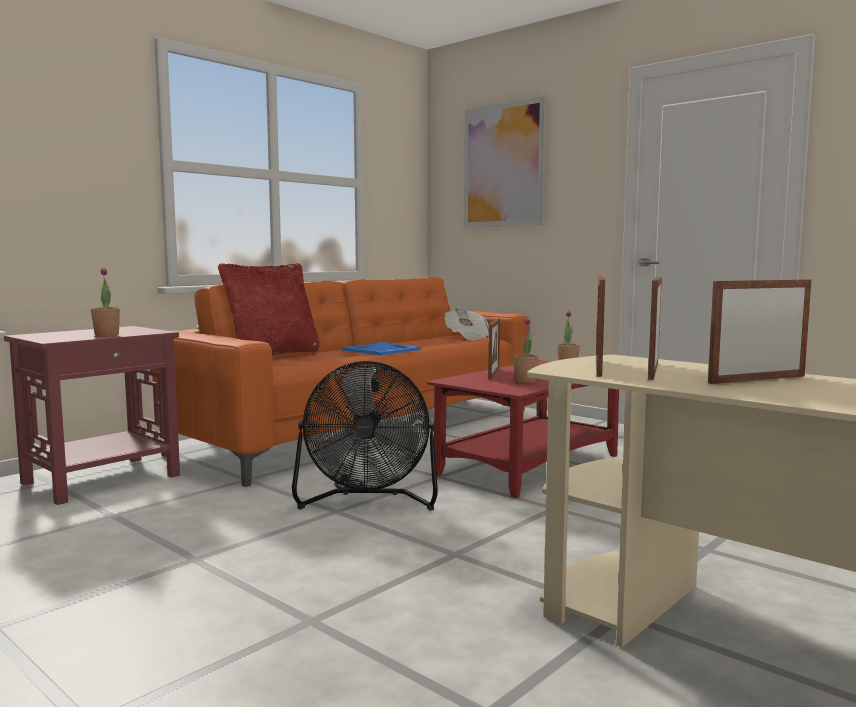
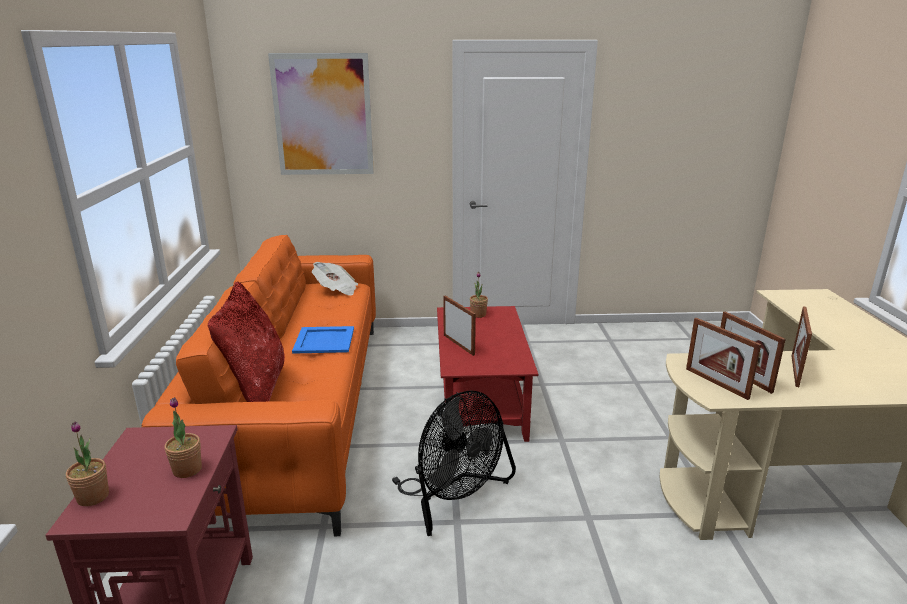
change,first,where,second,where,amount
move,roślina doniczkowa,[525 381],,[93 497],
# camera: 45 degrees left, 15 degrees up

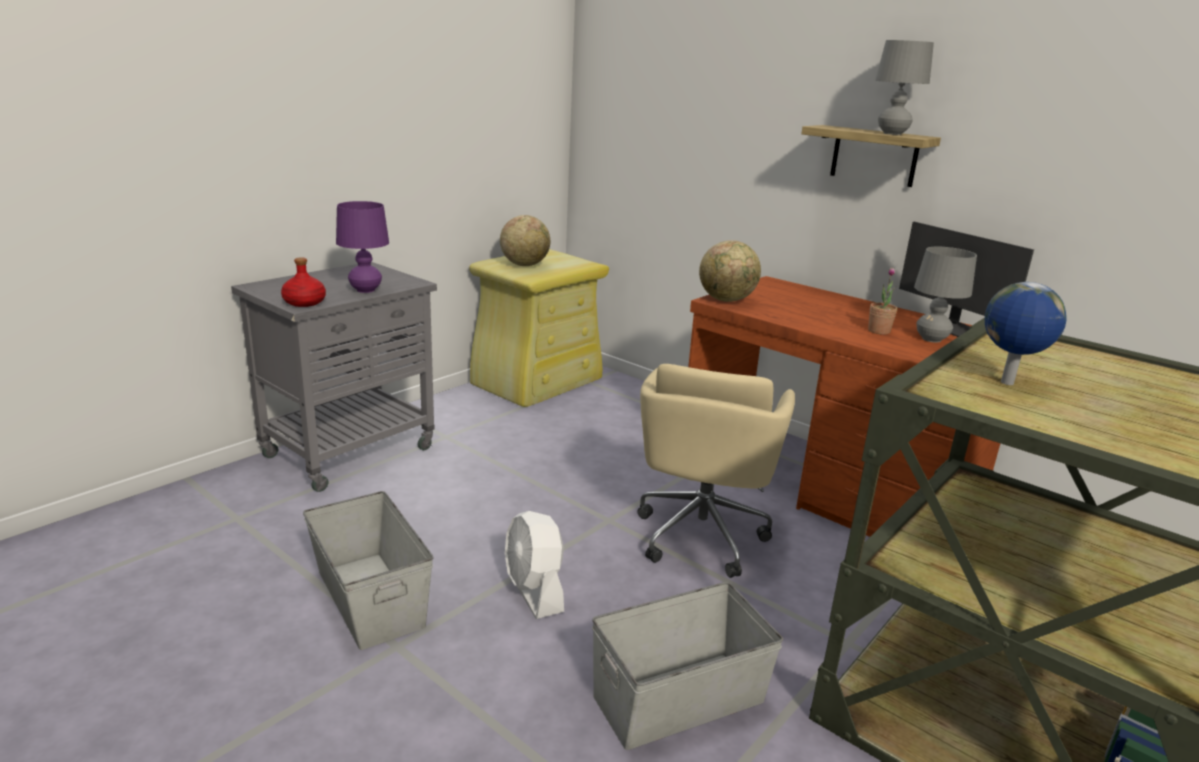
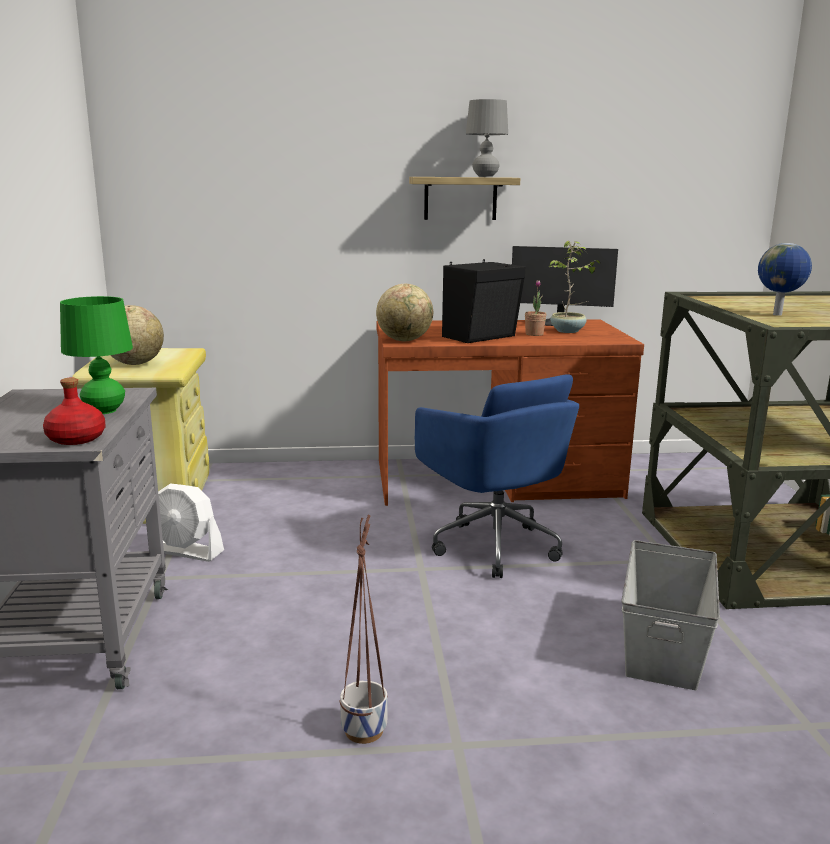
change,first,where,second,where,amount
recolor,lampa stołowa [fioletowy],[365 290],lampa stołowa [zielony],[104 411],
move,wentylator [biały],[534 591],,[186 551],
replace,pojemnik do przechowywania [szary],[371 597],donica,[363 730],
recolor,krzesło biurowe [beżowy],[701 534],krzesło biurowe [niebieski],[491 545],
insert,,,głośnik [czarny],[482 337],
replace,lampa stołowa [szary],[931 339],roślina doniczkowa,[568 331],
# camera: 45 degrees left, 5 degrees down

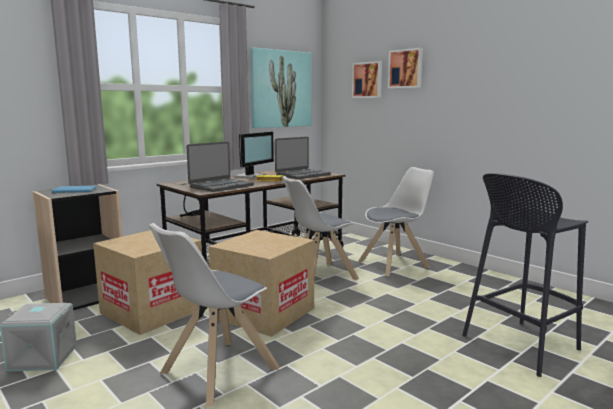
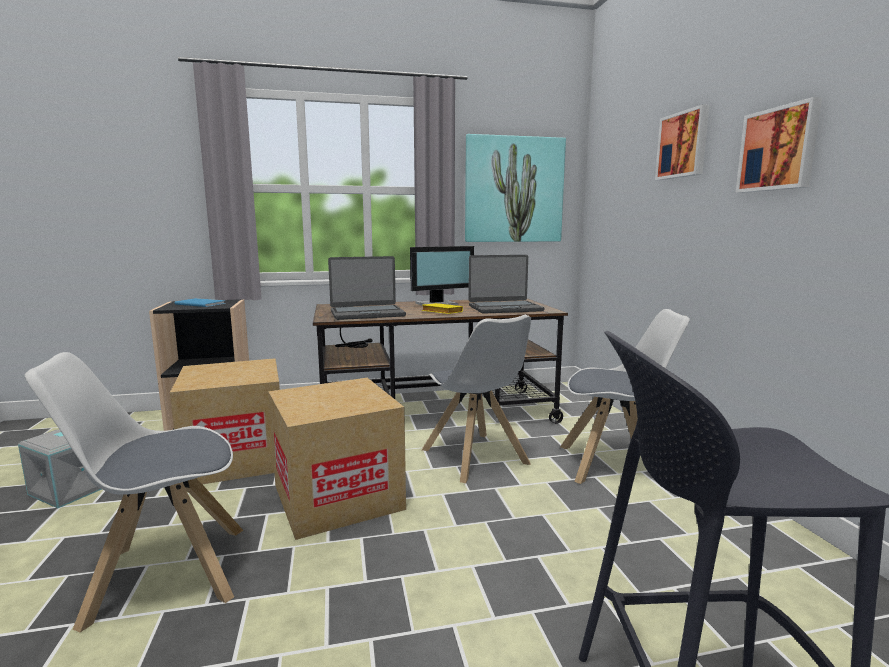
change,first,where,second,where,amount
rotate,krzesło,[318 276],,[476 458],120 degrees counterclockwise
move,obraz,[367 80],,[779 149],
# camera: 30 degrees right, 0 degrees up

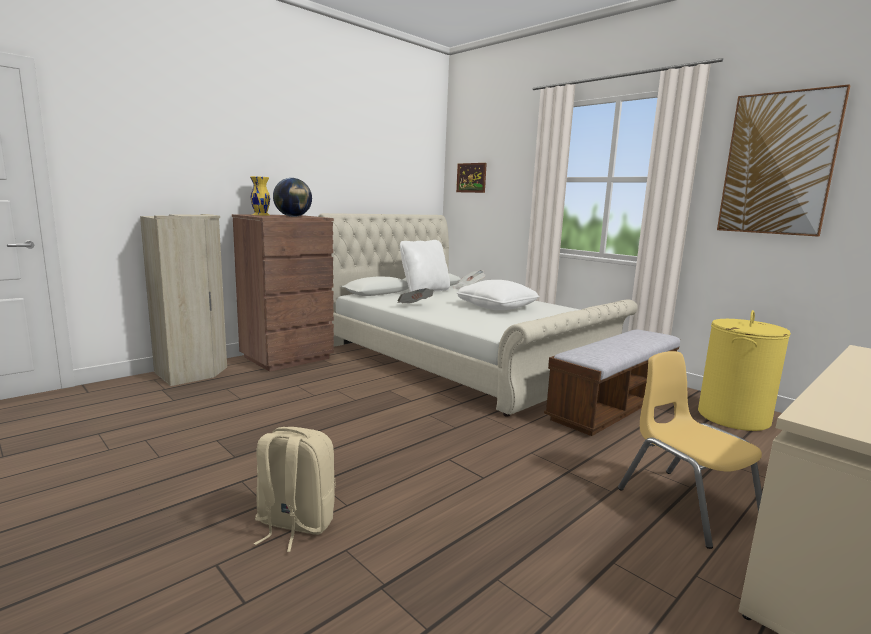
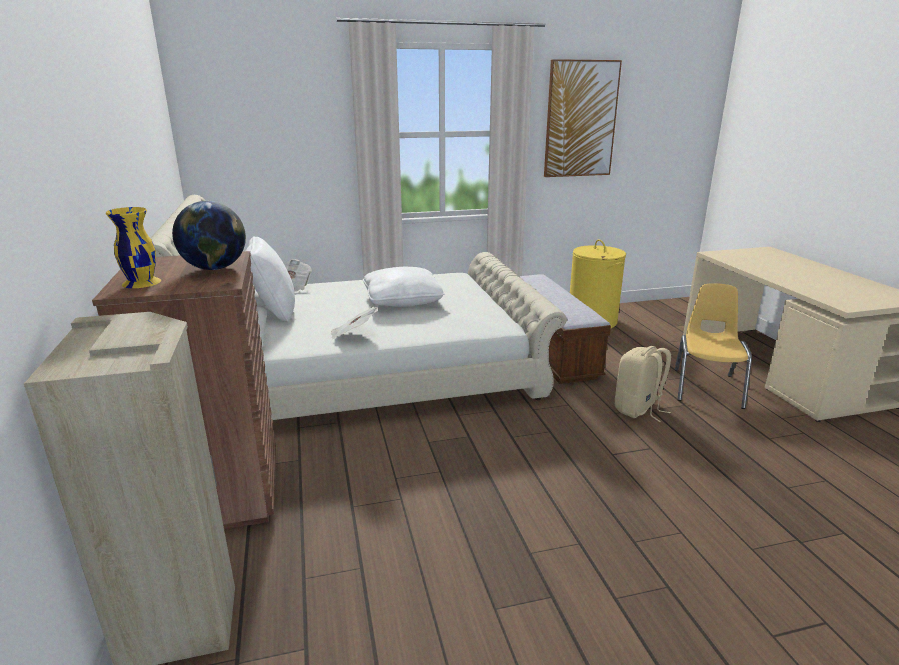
change,first,where,second,where,amount
move,plecak [beżowy],[294 524],,[638 409],
rotate,krzesło [żółty],[686 505],,[706 388],105 degrees clockwise
delete,obraz,[471 177],,,
# camera: 60 degrees left, 10 degrees up

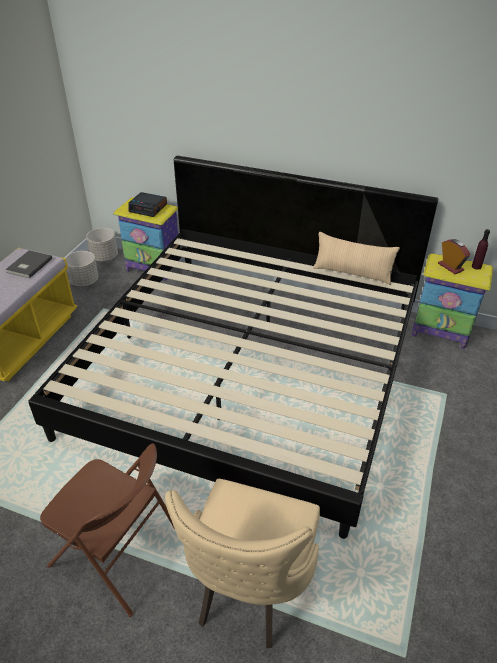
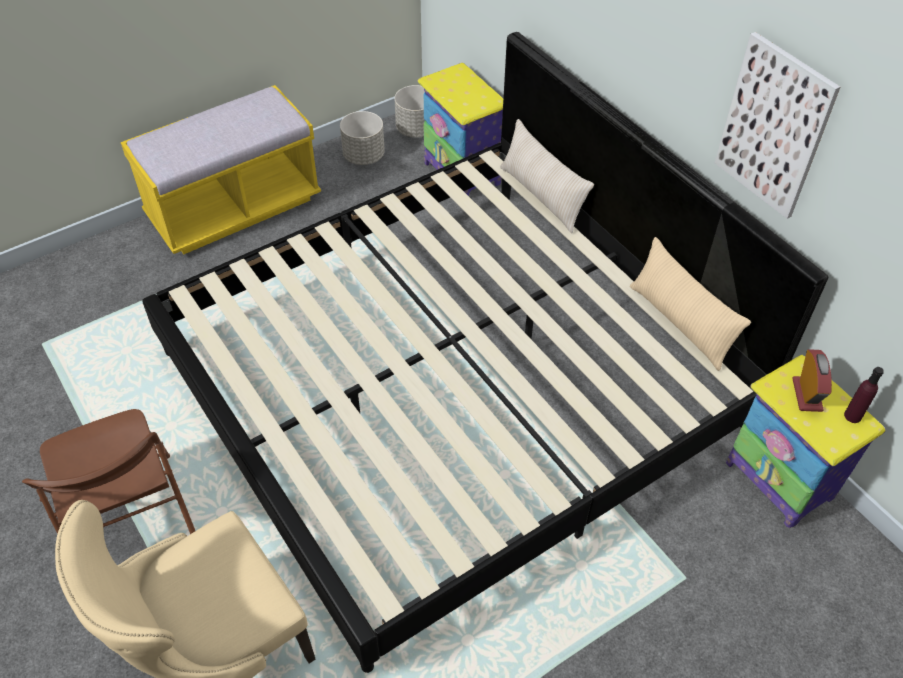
change,first,where,second,where,amount
insert,,,poduszka [beżowy],[542 196],
insert,,,obraz,[773 127],
delete,książka [szary],[28 265],,,
delete,budzik,[148 208],,,
# camera: 35 degrees right, 10 degrees up

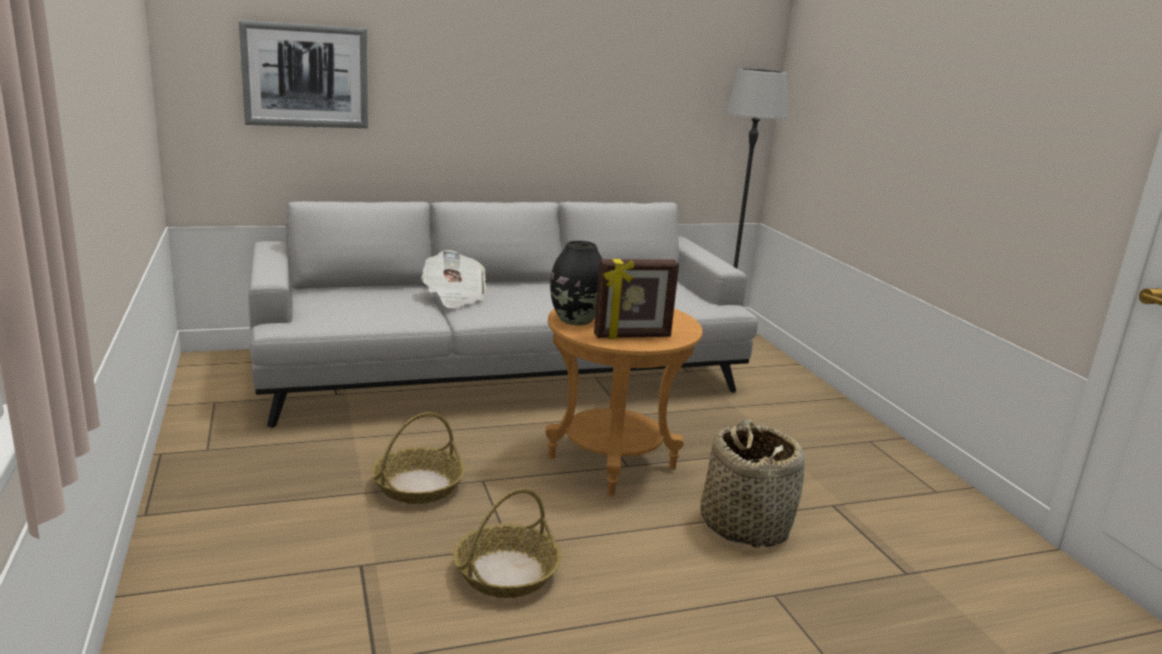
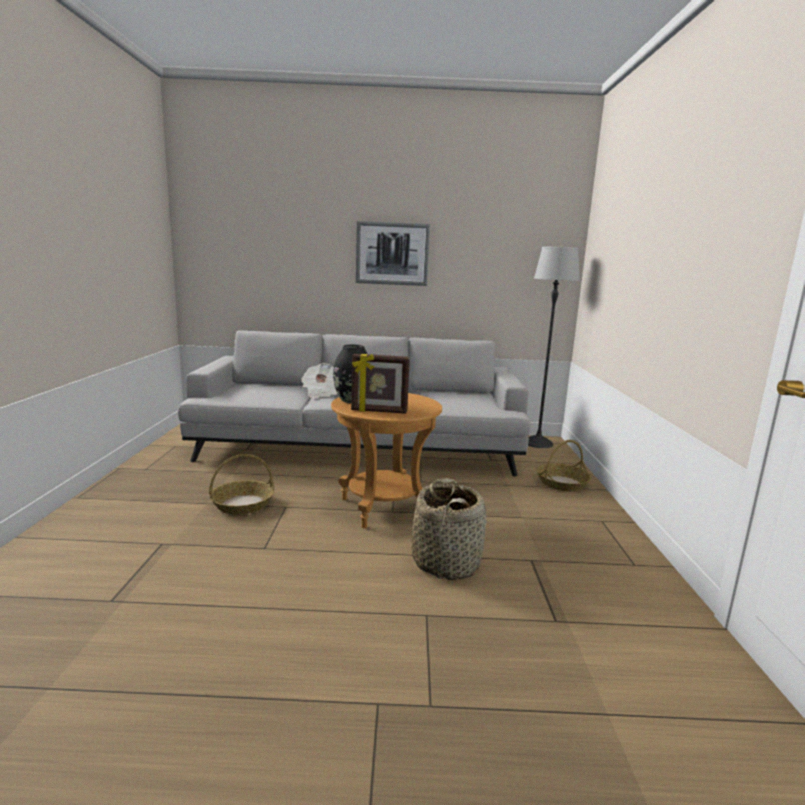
change,first,where,second,where,amount
move,obraz,[305 76],,[392 253],
move,koszyk,[506 573],,[562 483],
# camera: 20 degrees right, 5 degrees down

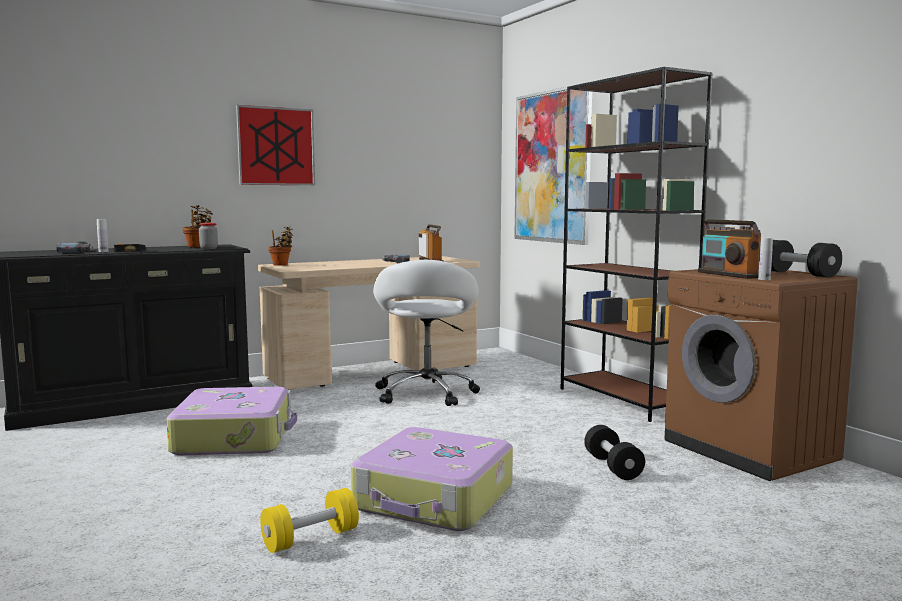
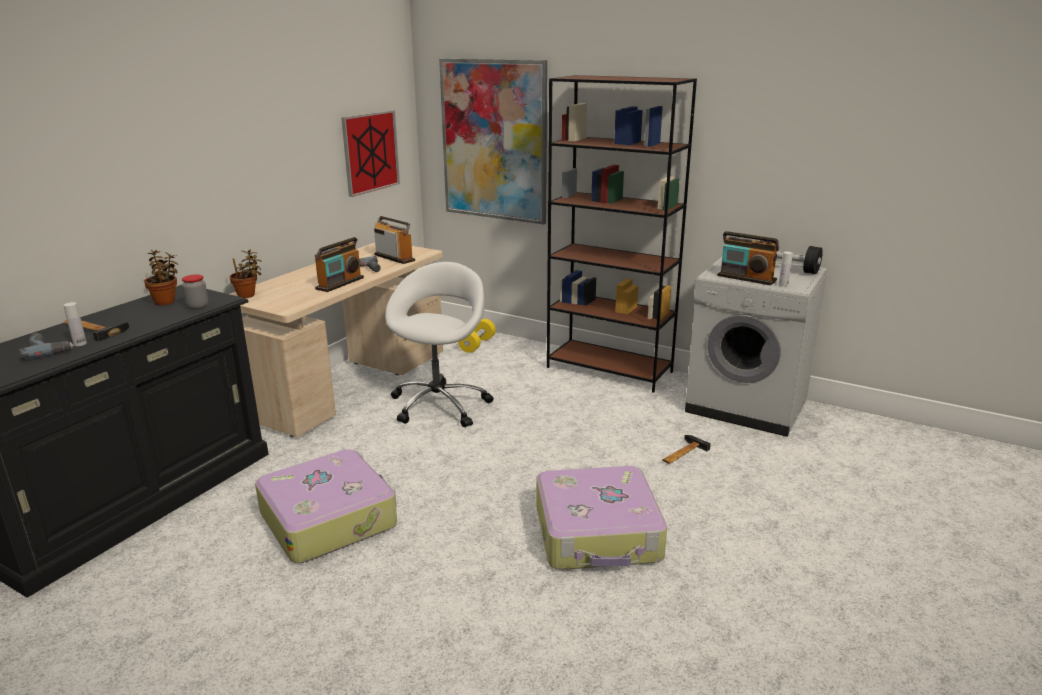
change,first,where,second,where,amount
insert,,,radio,[340 283],
move,obraz,[276 146],,[370 152],
rotate,krzesło biurowe [biały],[426 394],,[440 404],120 degrees counterclockwise
move,hantel [żółty],[310 539],,[477 345],
replace,hantel [czarny],[613 467],młotek,[681 453],
recolor,pralka [brązowy],[748 450],pralka [biały],[746 407],
# camera: 30 degrees left, 15 degrees up

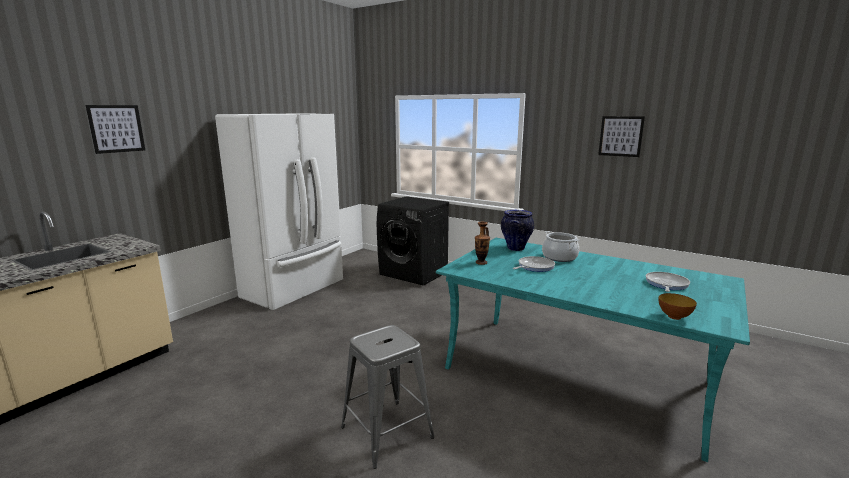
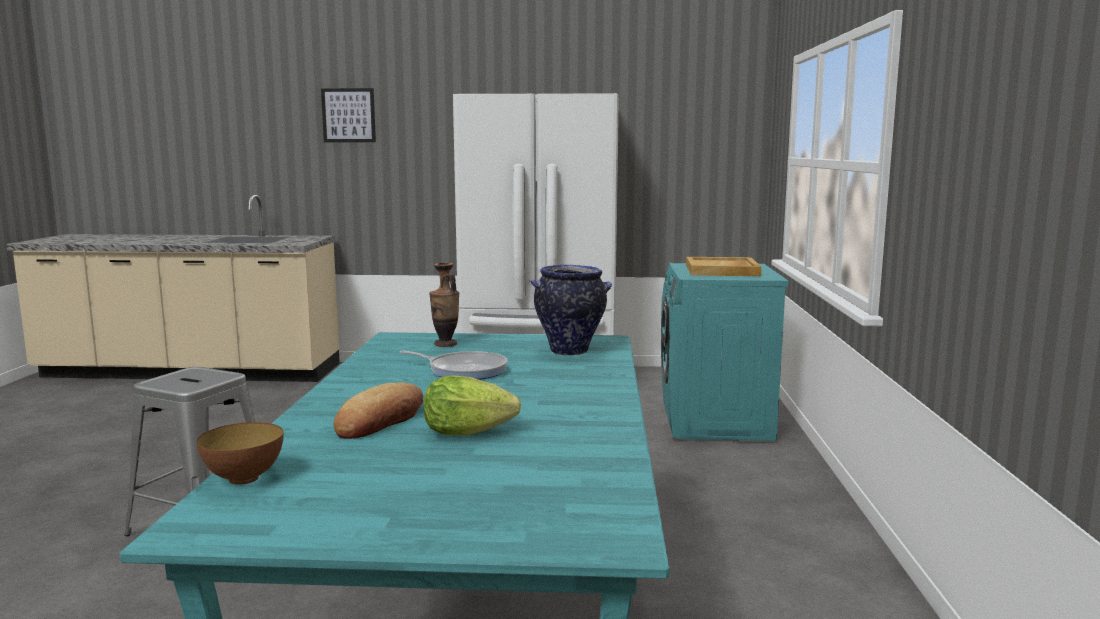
change,first,where,second,where,amount
insert,,,chleb,[381 420],
insert,,,sałata,[466 432],
recolor,pralka [czarny],[414 274],pralka [turkusowy],[715 423],
insert,,,taca [beżowy],[722 270],
delete,garnek,[559 257],,,
delete,obraz,[620 136],,,
delete,patelnia,[666 284],,,
# camera: 60 degrees right, 5 degrees down

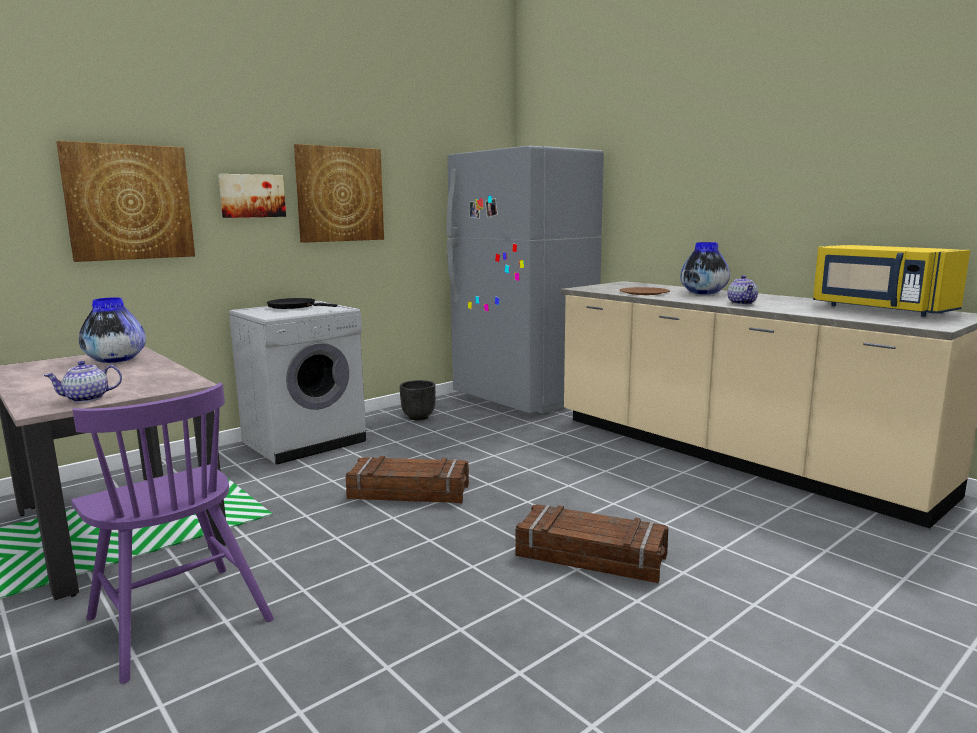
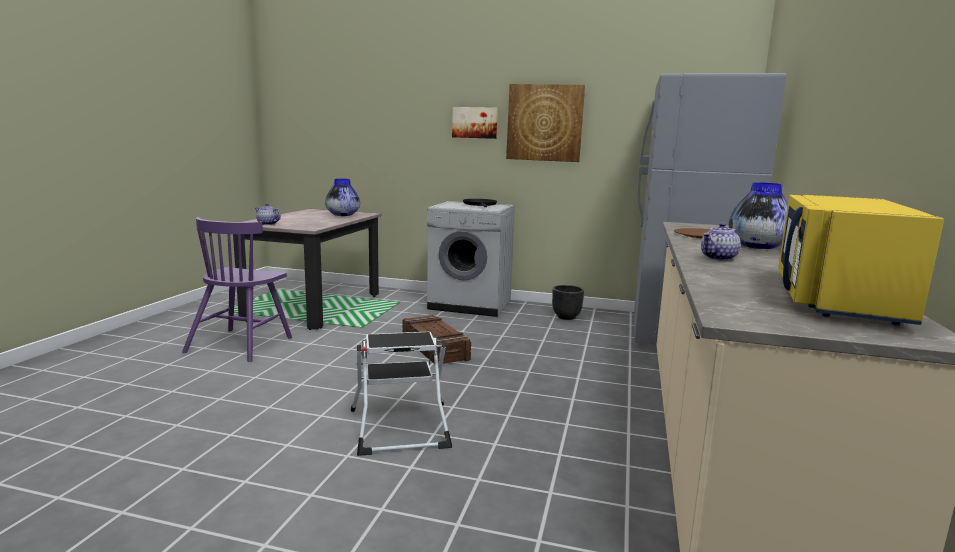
change,first,where,second,where,amount
replace,skrzynka,[591 556],drabinka,[401 425],
delete,obraz,[129 202],,,
# camera: 55 degrees right, 0 degrees up

